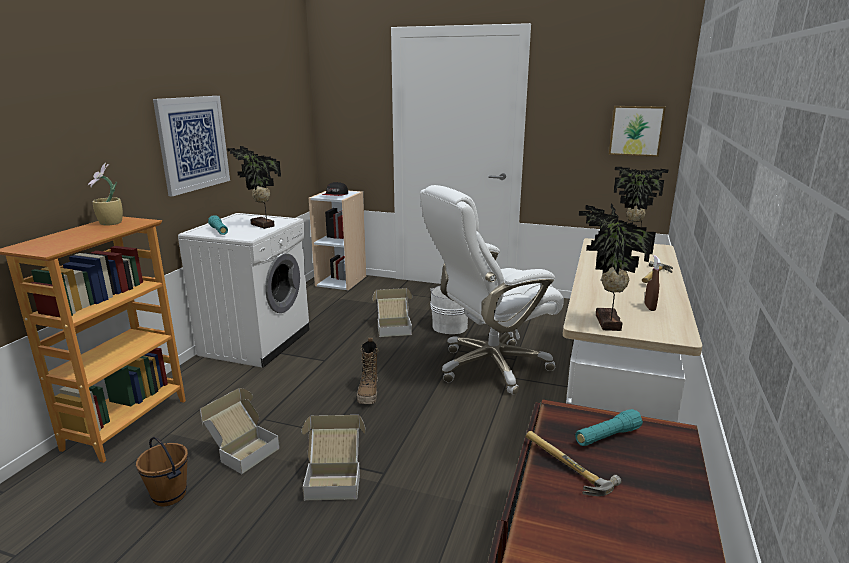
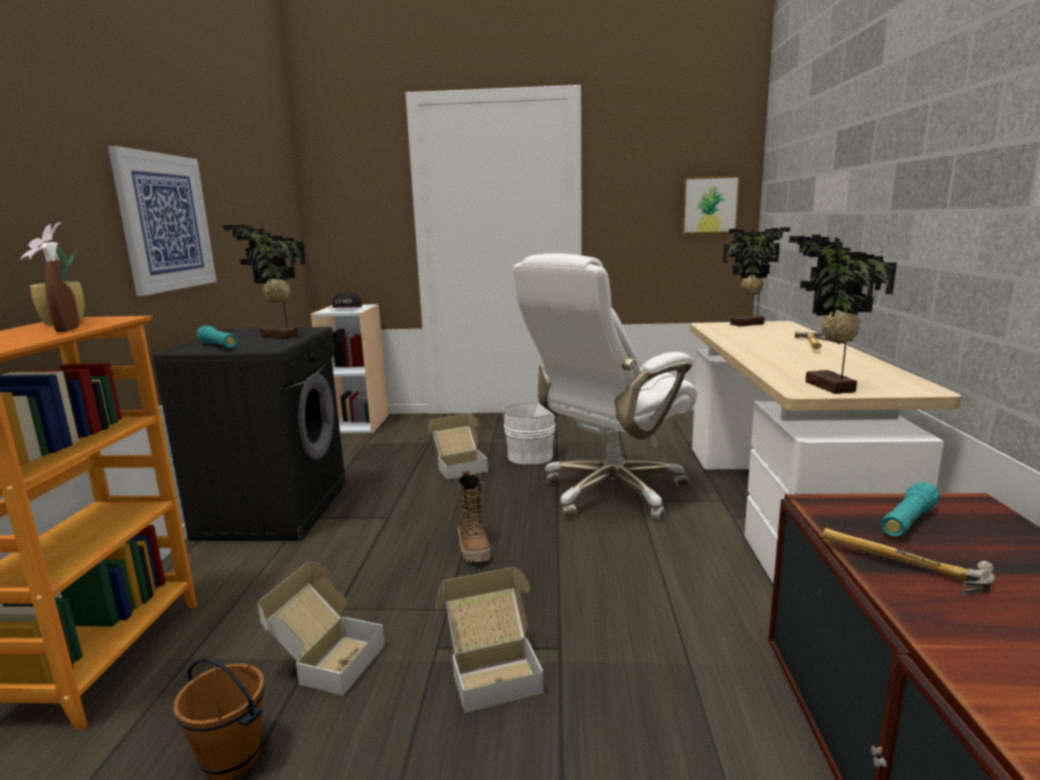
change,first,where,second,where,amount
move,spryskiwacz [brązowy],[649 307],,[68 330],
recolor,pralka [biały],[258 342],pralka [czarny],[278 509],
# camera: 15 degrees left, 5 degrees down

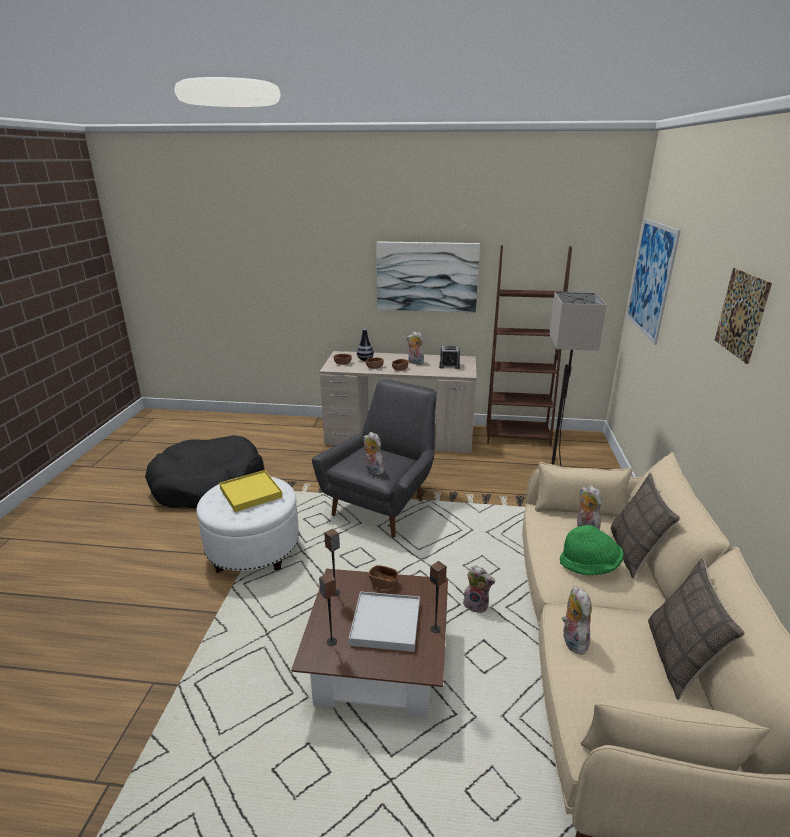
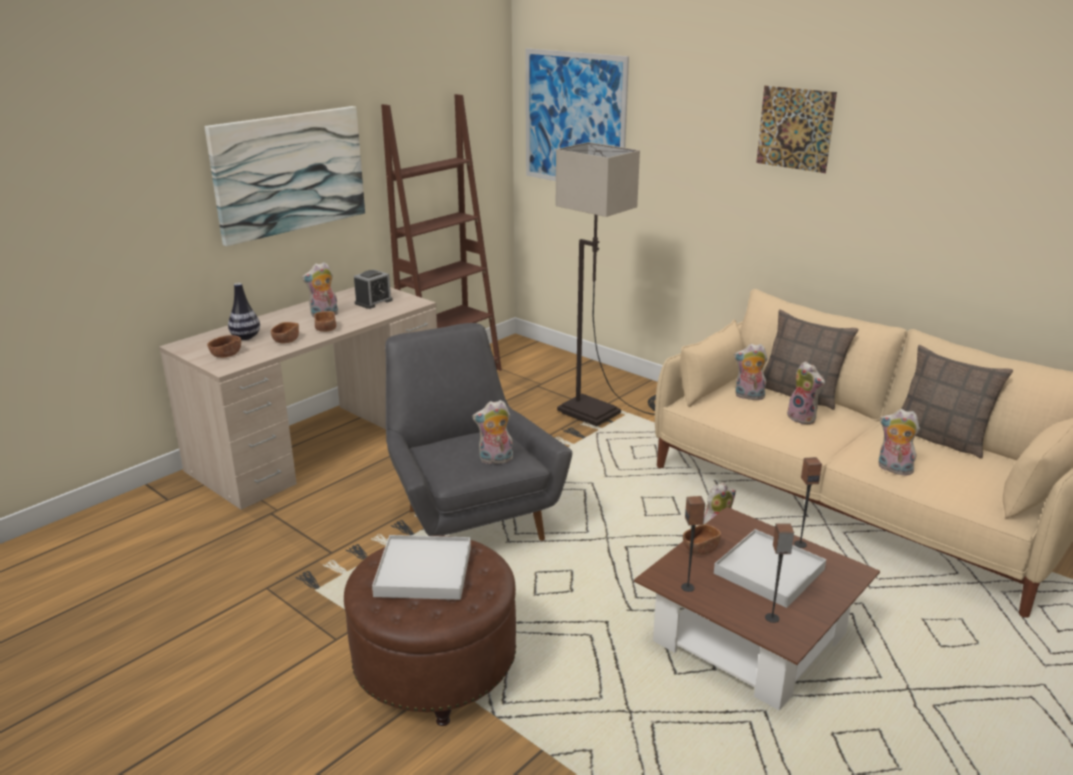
change,first,where,second,where,amount
recolor,pufa [biały],[253 551],pufa [brązowy],[435 670],
recolor,taca [żółty],[250 493],taca [biały],[424 571],
replace,kapelusz [zielony],[589 565],pluszak,[803 418],
delete,legowisko [czarny],[208 484],,,
# camera: 55 degrees left, 0 degrees up

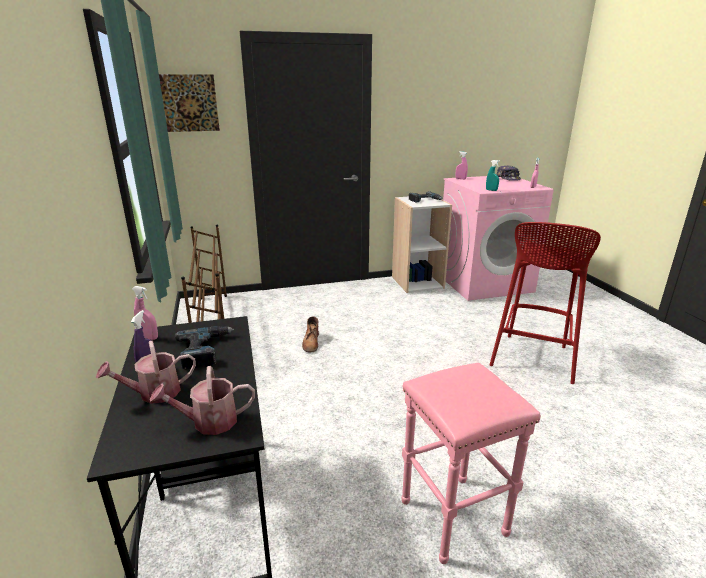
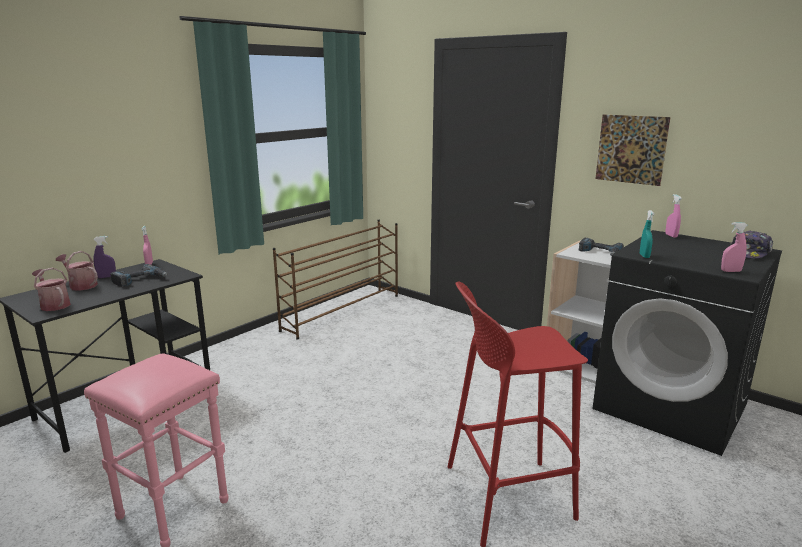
change,first,where,second,where,amount
recolor,pralka [różowy],[484 282],pralka [czarny],[671 406],
move,obraz,[189 103],,[631 149],
delete,but z cholewką [brązowy],[311 342],,,
# camera: 55 degrees right, 5 degrees down

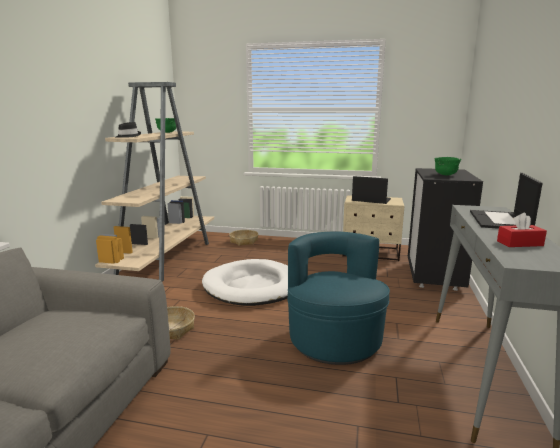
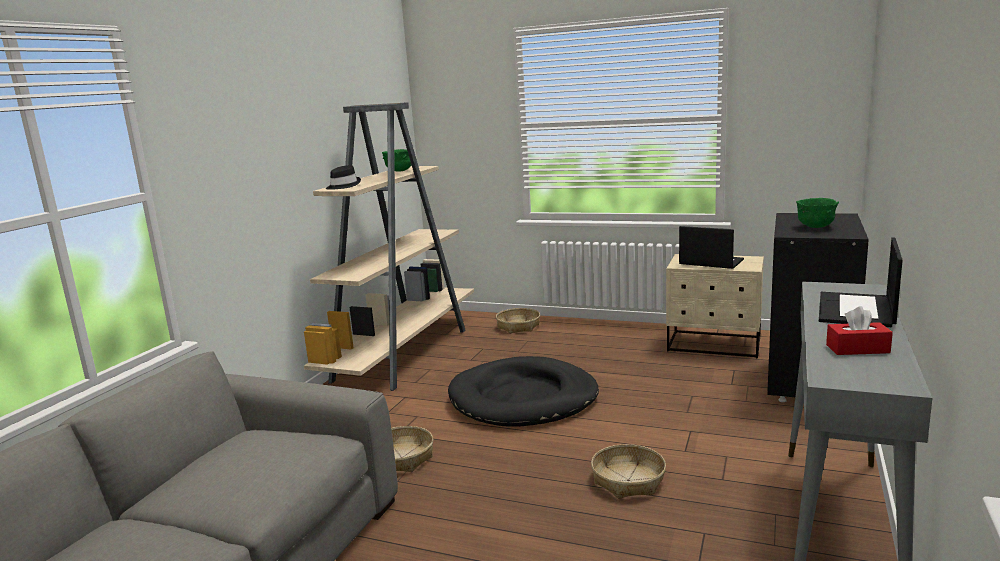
change,first,where,second,where,amount
recolor,legowisko [biały],[254 286],legowisko [czarny],[523 398],
replace,fotel [turkusowy],[335 341],koszyk,[628 480],
# camera: 10 degrees right, 0 degrees up

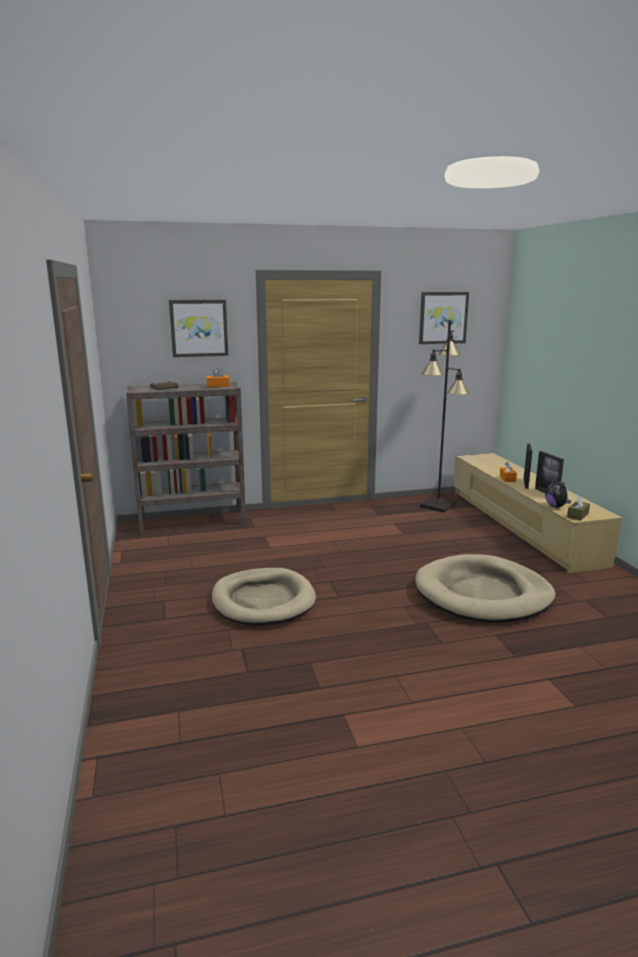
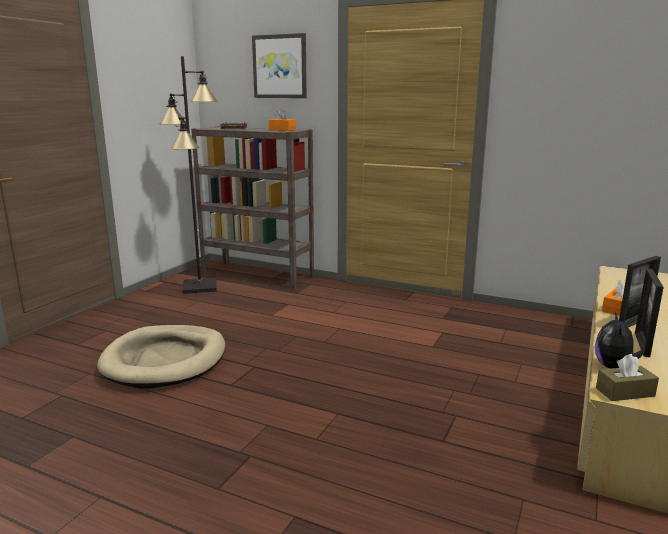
change,first,where,second,where,amount
move,lampa stojąca [czarny],[438 505],,[200 287],
delete,legowisko [beżowy],[483 594],,,
delete,obraz,[443 318],,,
# camera: 40 degrees right, 0 degrees up

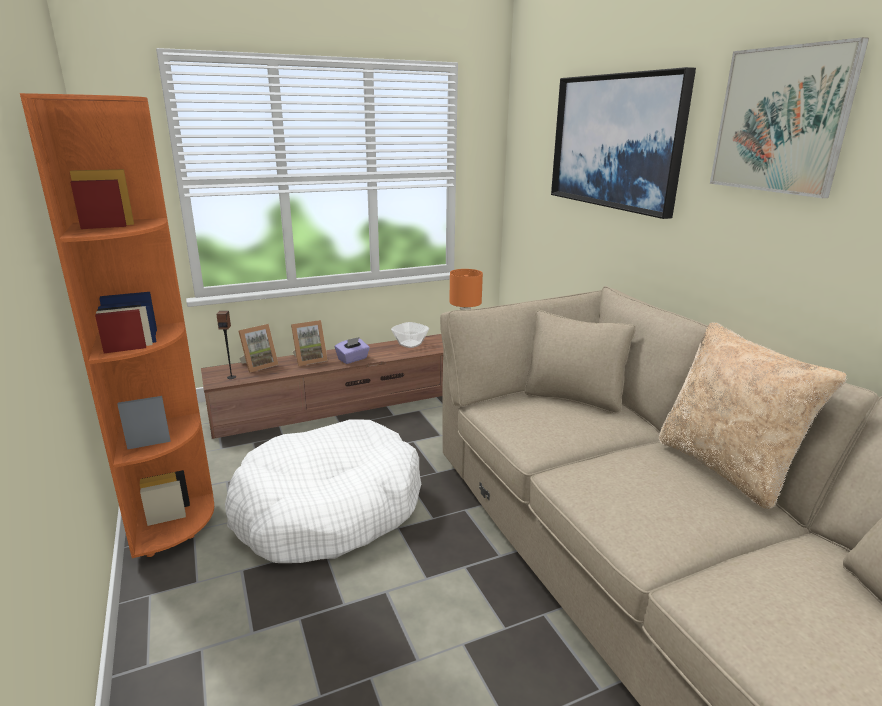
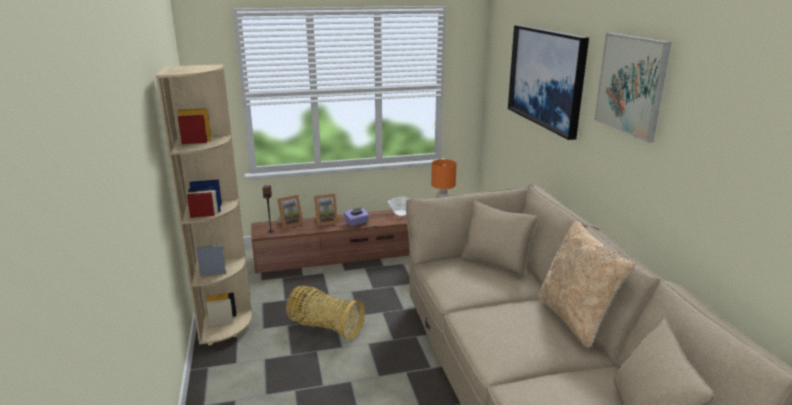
change,first,where,second,where,amount
recolor,regał [pomarańczowy],[174 531],regał [beżowy],[225 331],
replace,legowisko [biały],[328 509],koszyk,[324 327],
# camera: 10 degrees right, 0 degrees up

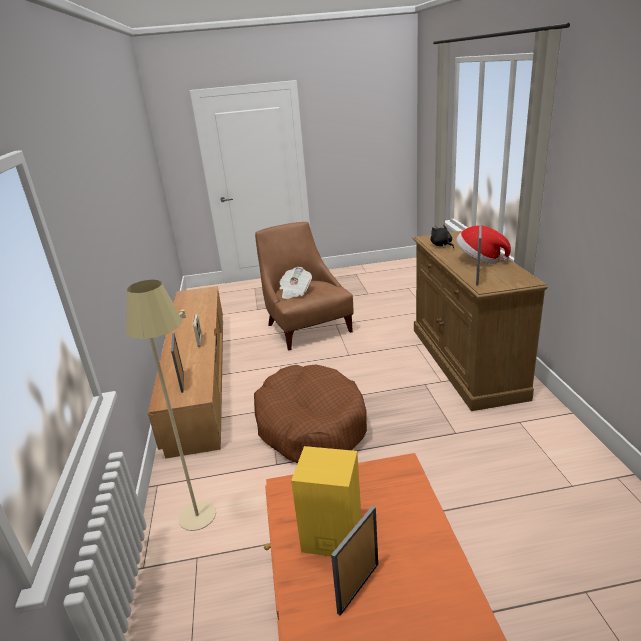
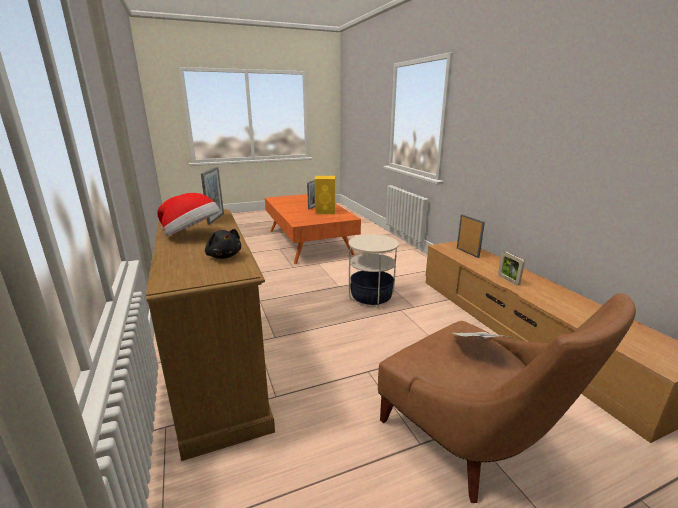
change,first,where,second,where,amount
replace,legowisko [brązowy],[311 425],stolik [beżowy],[371 298],
delete,lampa stojąca [beżowy],[204 526],,,
# camera: 165 degrees right, 5 degrees down

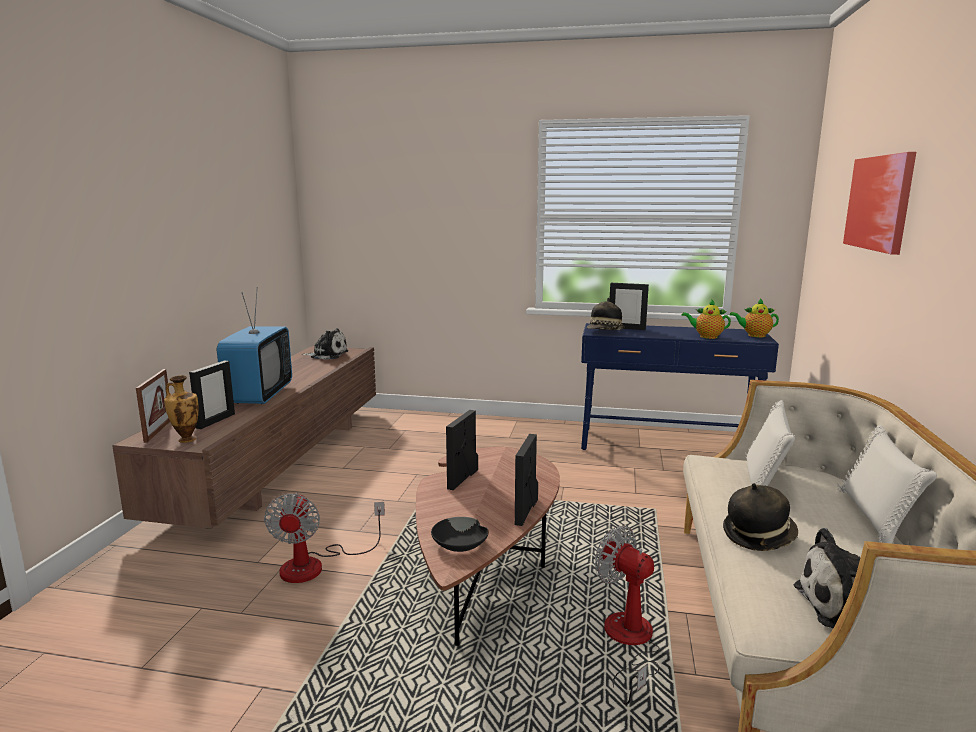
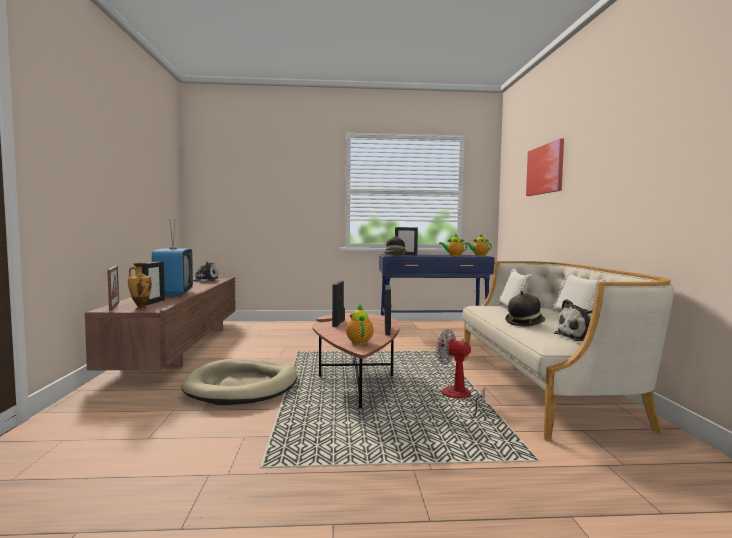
change,first,where,second,where,amount
replace,wentylator,[316 565],legowisko [beżowy],[242 386],
replace,miska [czarny],[460 543],imbryk,[359 342],
# camera: 15 degrees left, 10 degrees down

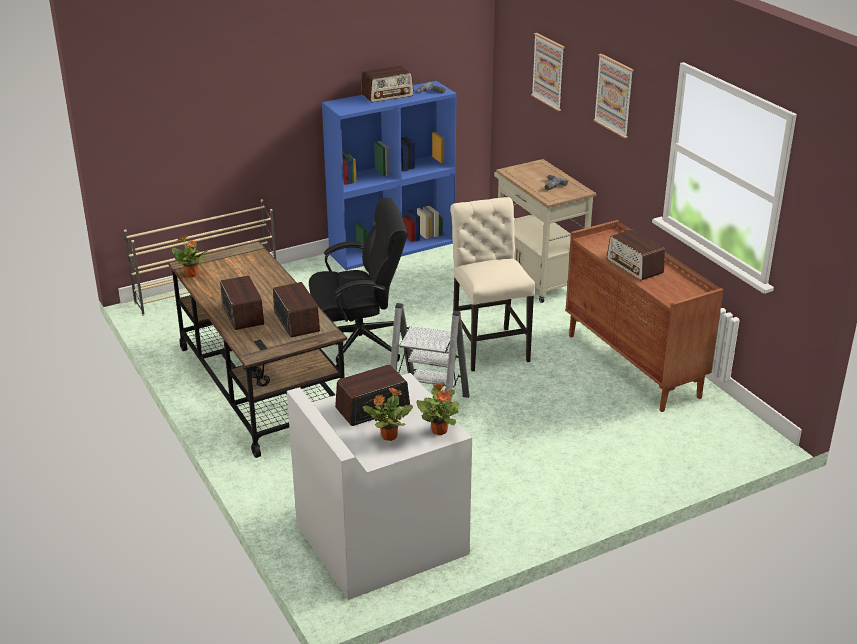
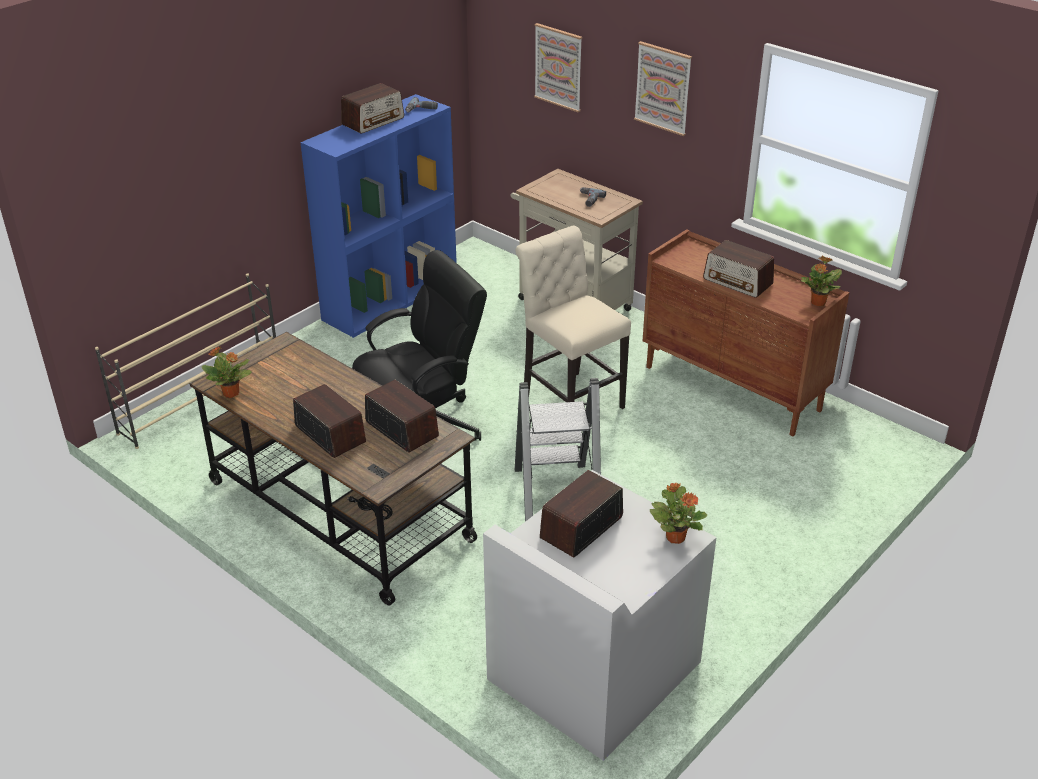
change,first,where,second,where,amount
move,roślina doniczkowa,[388 436],,[817 303],
# camera: 20 degrees left, 5 degrees up

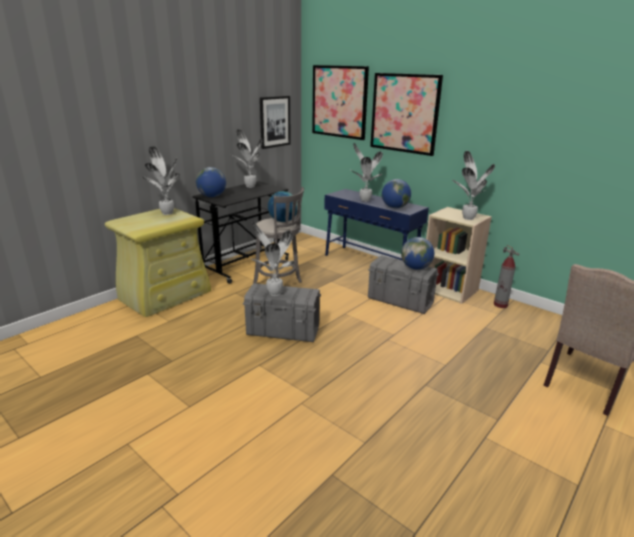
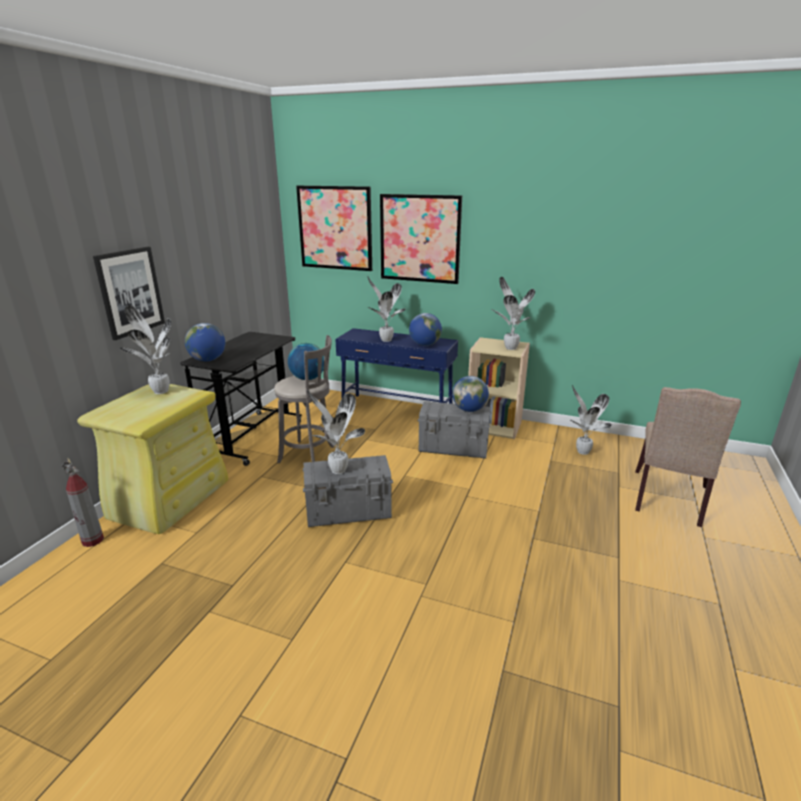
change,first,where,second,where,amount
move,gaśnica,[500 305],,[93 540],
move,obraz,[275 122],,[130 292],
move,roślina doniczkowa,[250 186],,[581 451],
# camera: 20 degrees left, 0 degrees up

